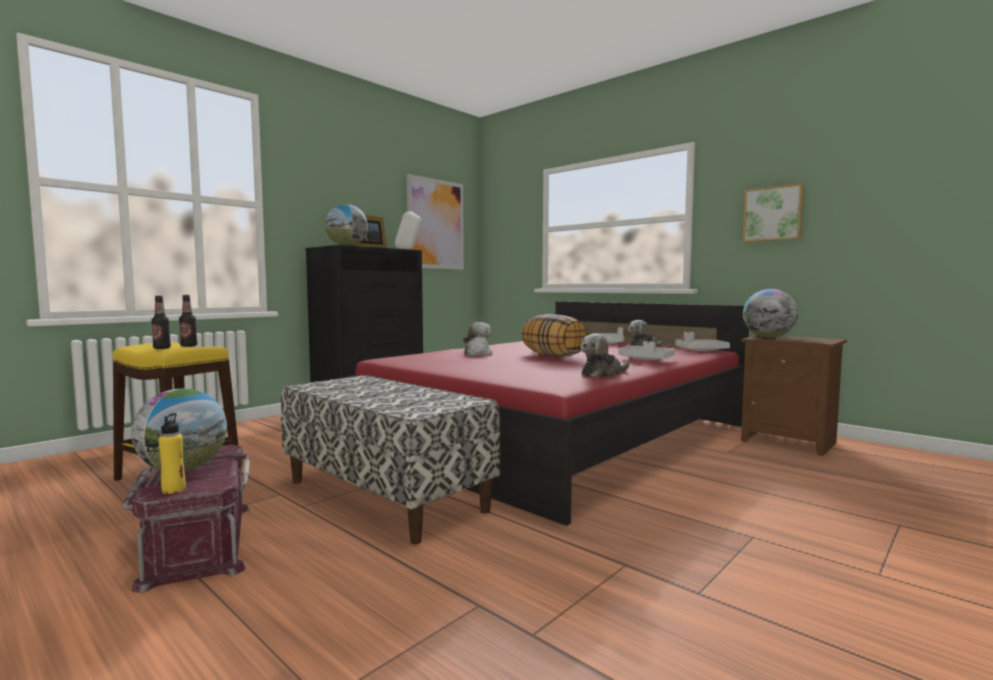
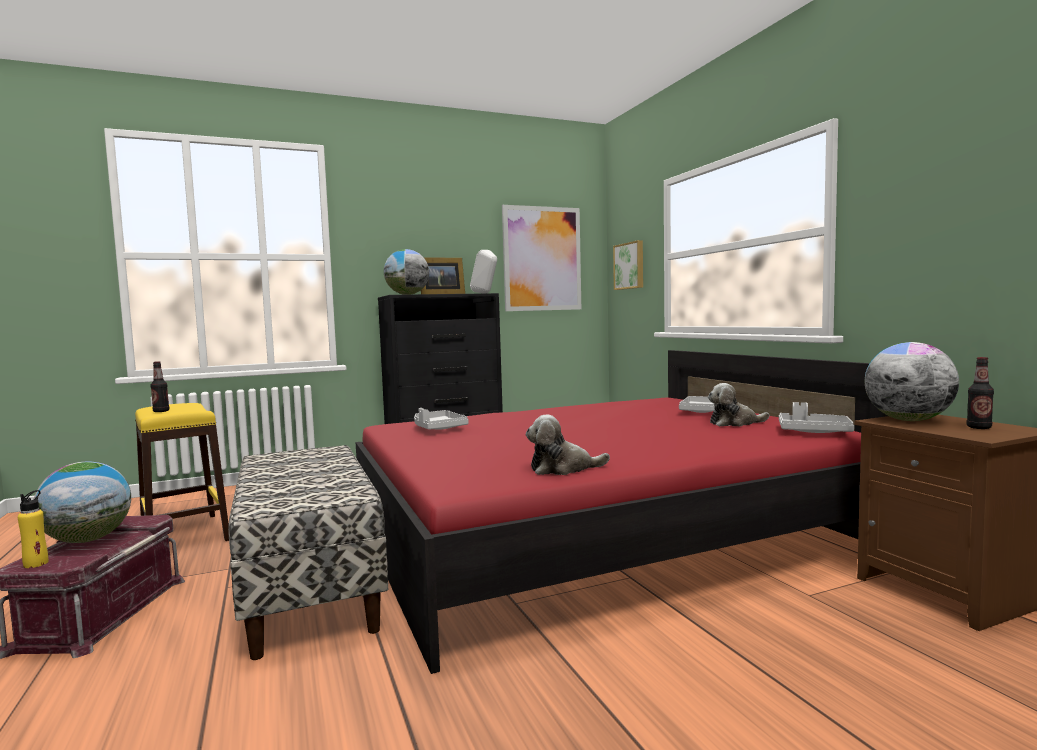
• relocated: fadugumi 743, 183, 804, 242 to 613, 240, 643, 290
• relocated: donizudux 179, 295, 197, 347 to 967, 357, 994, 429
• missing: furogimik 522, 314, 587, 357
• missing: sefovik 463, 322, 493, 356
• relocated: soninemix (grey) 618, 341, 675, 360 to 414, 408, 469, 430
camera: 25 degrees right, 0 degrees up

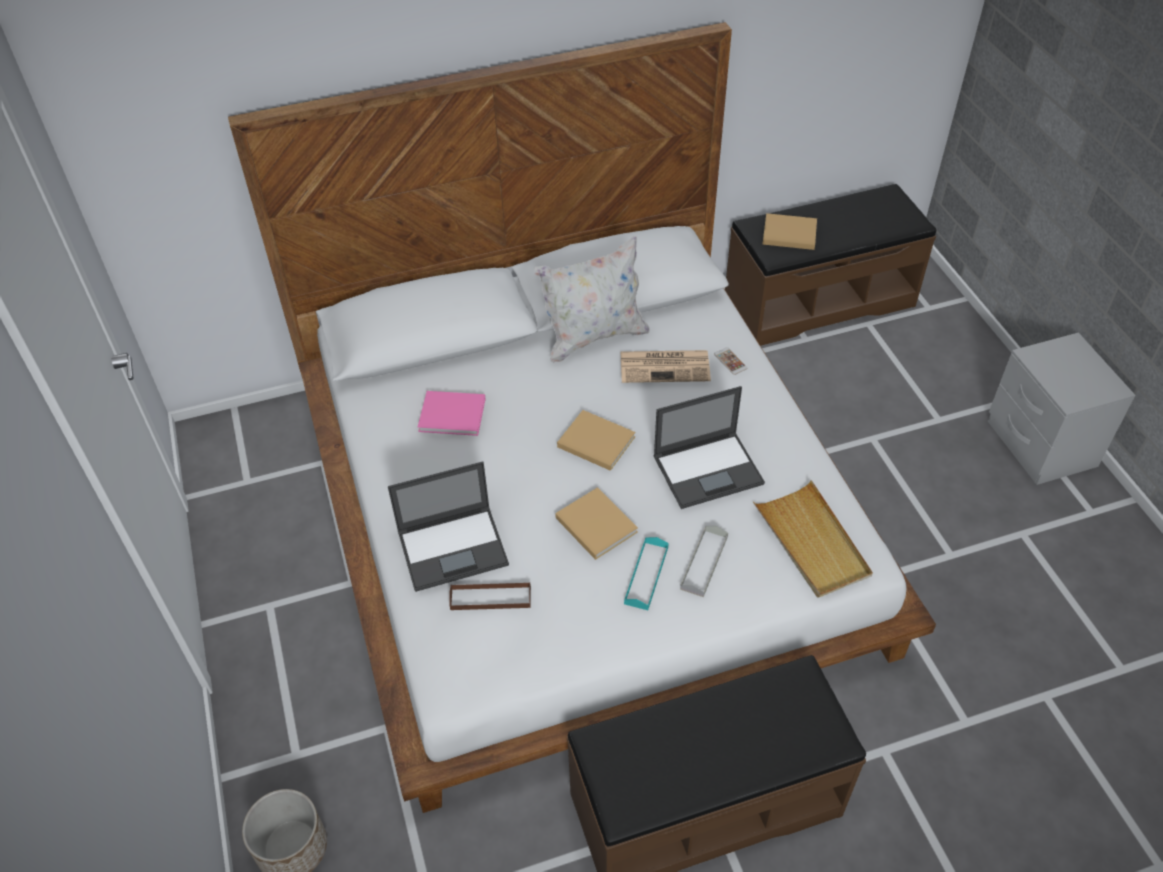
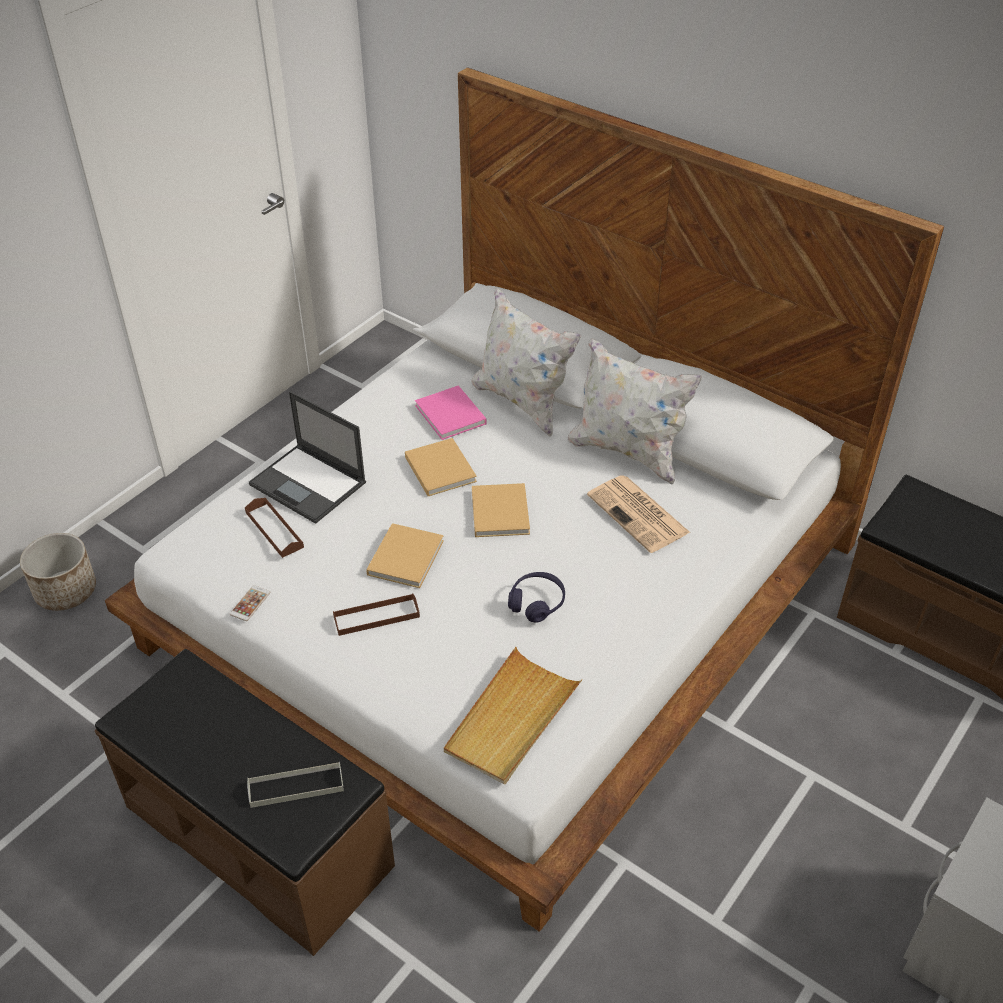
• relocated: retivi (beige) 763, 213, 817, 250 to 405, 438, 477, 496
• relocated: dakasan 714, 347, 748, 375 to 230, 585, 270, 621
• exchanged: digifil 653, 386, 765, 509 to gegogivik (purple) 508, 572, 565, 623
• relocated: soninemix (grey) 680, 526, 728, 597 to 247, 762, 344, 808
• colour: soninemix (turquoise) 624, 537, 669, 610 to soninemix (brown) 333, 593, 420, 636
• appeared: furogimik (white) 471, 287, 581, 437
camera: 55 degrees right, 5 degrees down

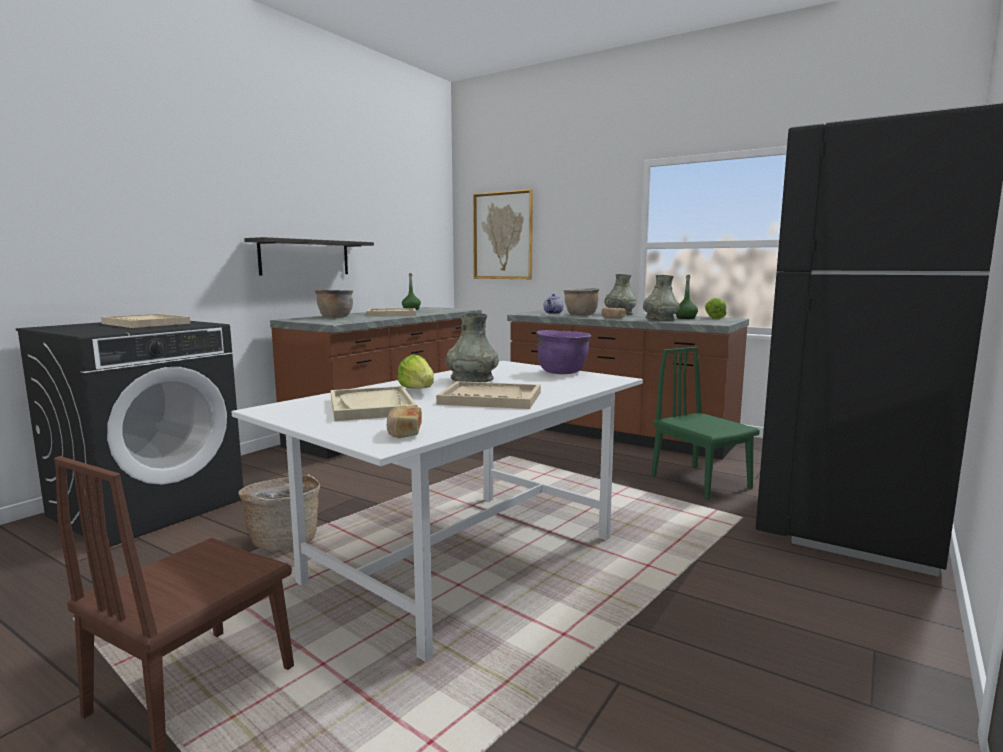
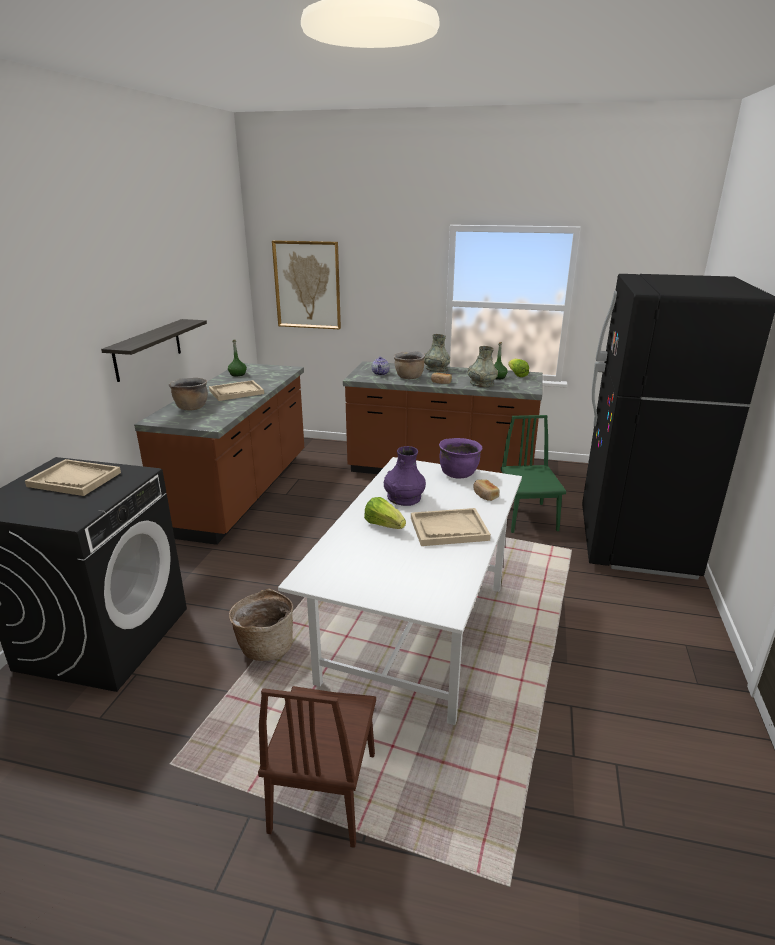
• colour: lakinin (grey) 446, 313, 499, 382 to lakinin (purple) 384, 446, 426, 506
• spun: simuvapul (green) 651, 347, 760, 500 = 501, 415, 566, 533 45 degrees clockwise
• missing: soninemix (beige) 331, 386, 418, 421
• relocated: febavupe 387, 405, 422, 438 to 473, 479, 500, 501
camera: 20 degrees left, 15 degrees up

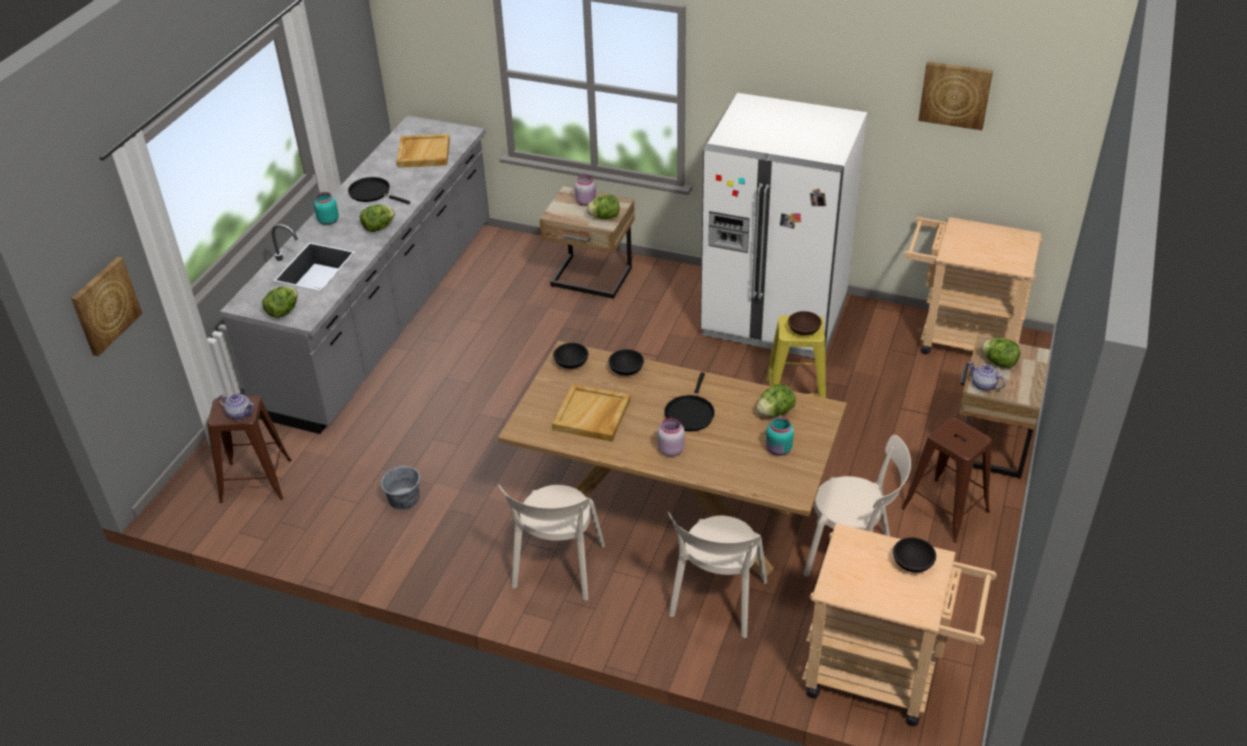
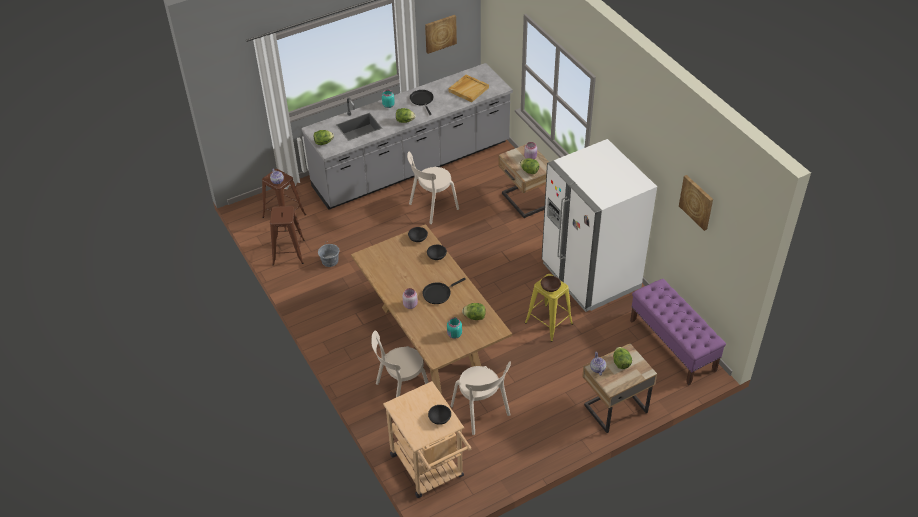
• exchanged: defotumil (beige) 903, 217, 1043, 354 to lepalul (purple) 630, 279, 726, 386
• relocated: fadugumi 71, 257, 142, 356 to 425, 15, 457, 54
• missing: soninemix (beige) 553, 384, 631, 442
• relocated: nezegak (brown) 901, 417, 992, 542 to 270, 206, 305, 265
• relocated: simuvapul (beige) 498, 485, 605, 600 to 407, 151, 459, 224
camera: 40 degrees right, 5 degrees up

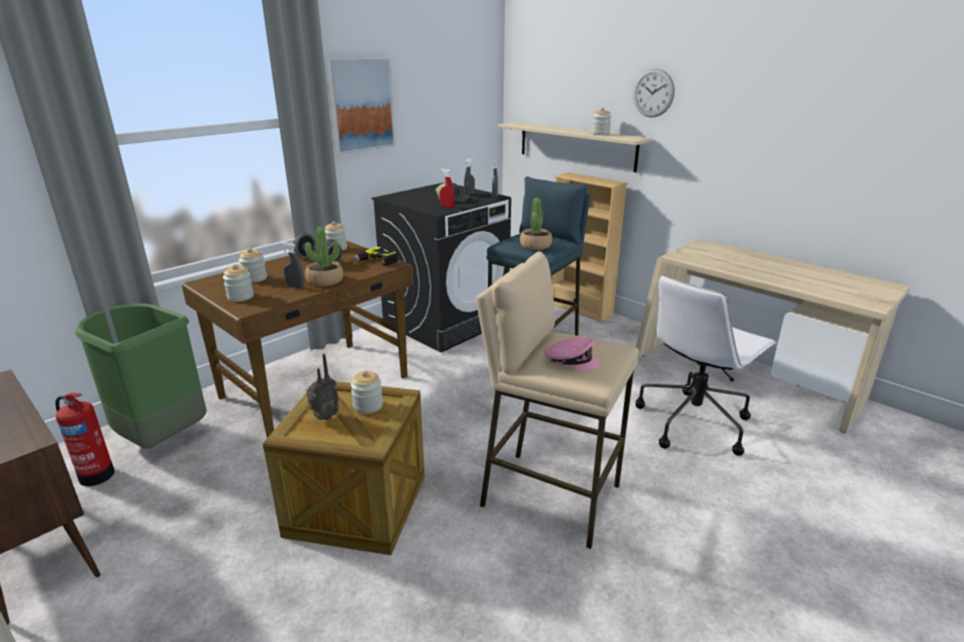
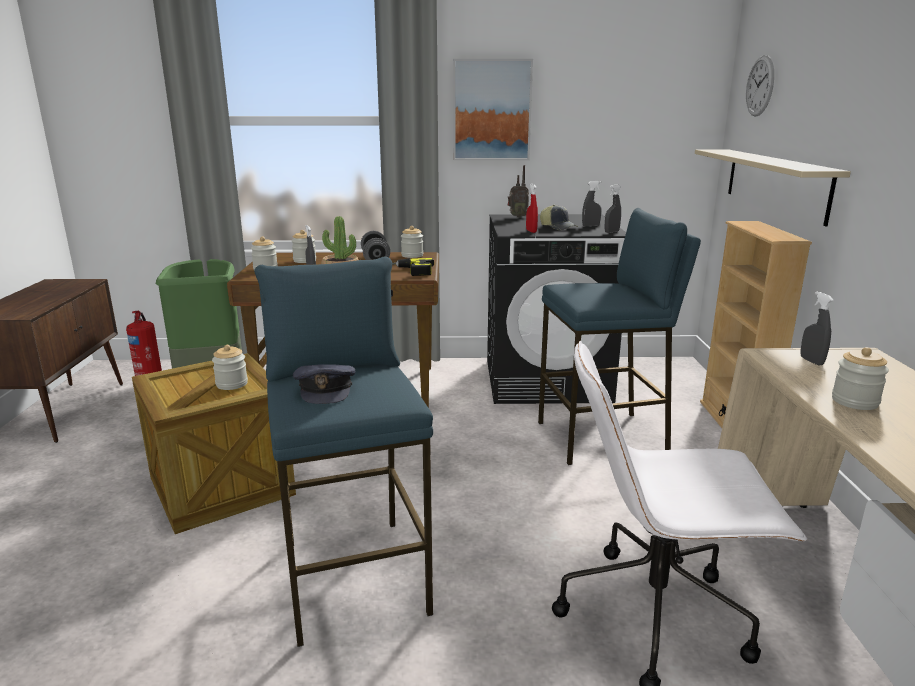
• relocated: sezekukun 633, 68, 675, 117 to 746, 55, 774, 117
• relocated: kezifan 591, 107, 611, 135 to 832, 347, 889, 410
• missing: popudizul 520, 198, 552, 250
• colour: nezegak (beige) 476, 251, 639, 549 to nezegak (blue) 254, 256, 433, 647
• colour: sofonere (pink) 544, 337, 600, 371 to sofonere (grey) 293, 364, 355, 404
• relocated: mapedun 306, 354, 339, 420 to 508, 165, 529, 218
• appeared: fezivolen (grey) 800, 291, 834, 365
camera: 45 degrees right, 5 degrees down

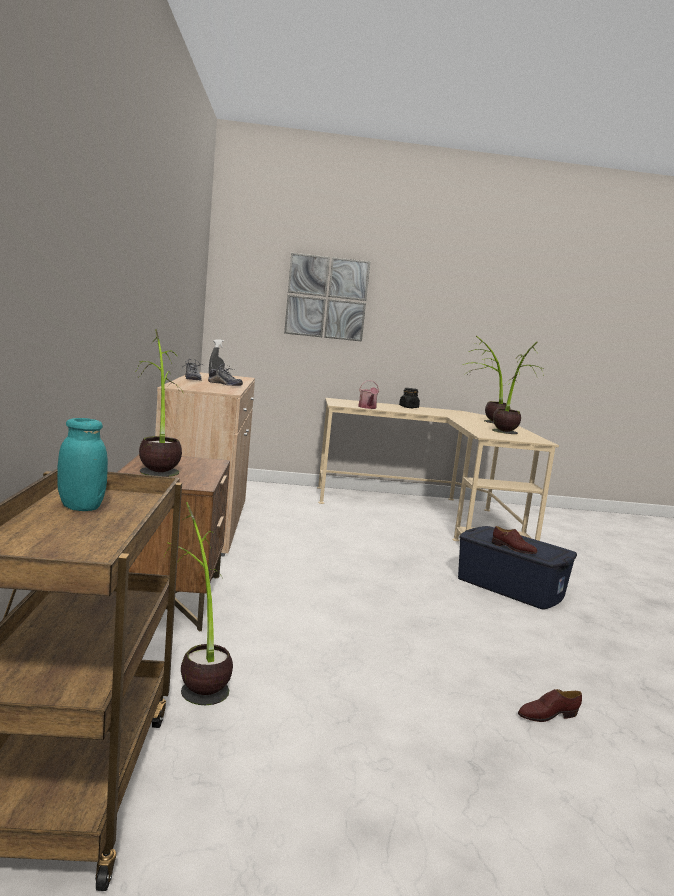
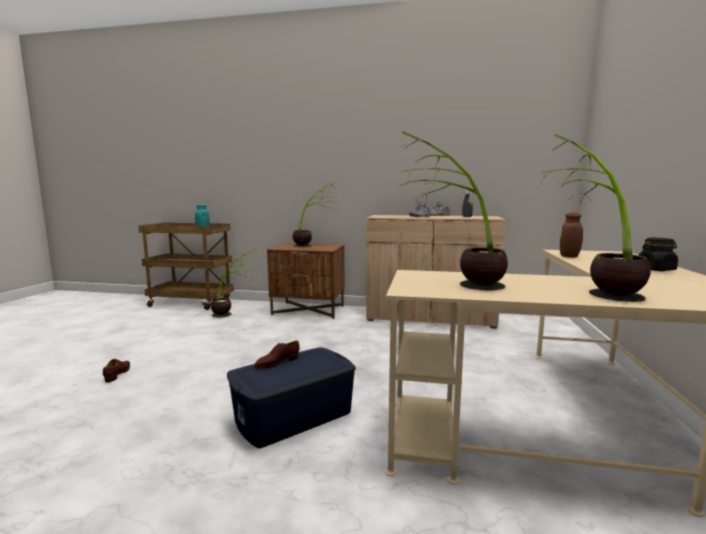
• missing: fadugumi 284, 253, 370, 342
• exchanged: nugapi 358, 380, 379, 409 to kezifan (brown) 560, 213, 583, 258
camera: 105 degrees right, 0 degrees up

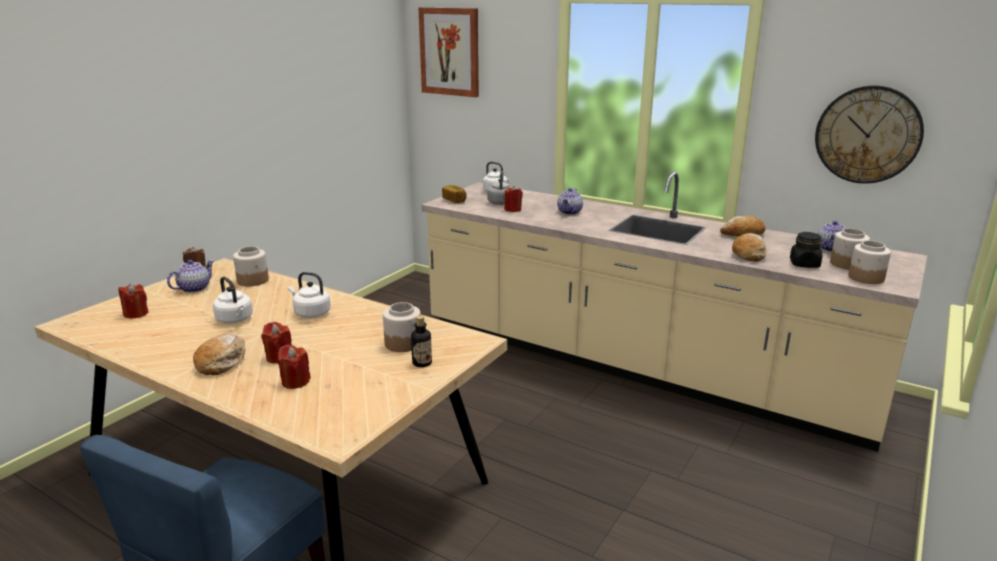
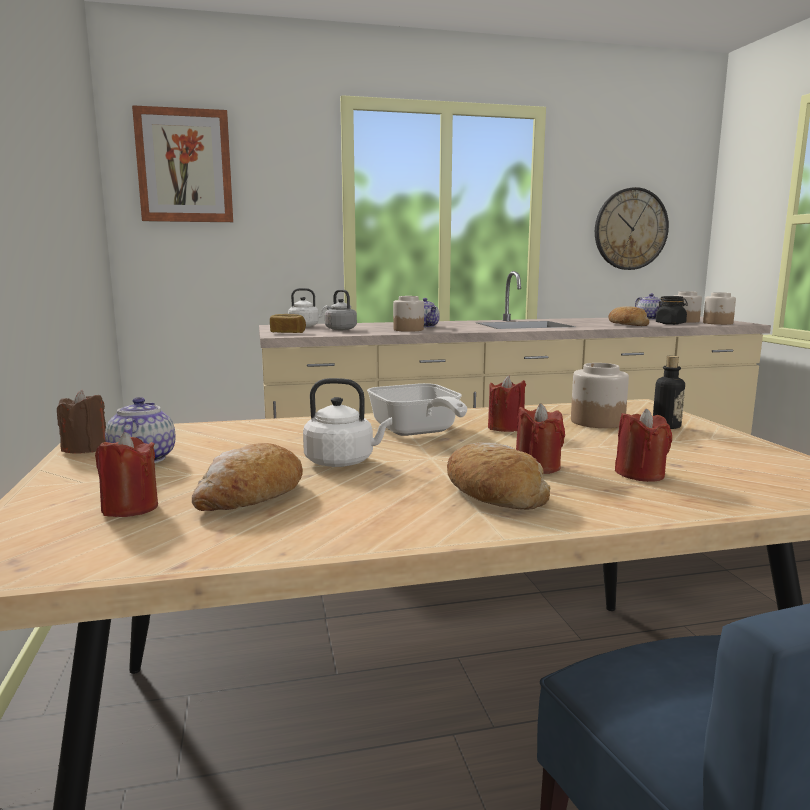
• relocated: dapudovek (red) 504, 186, 523, 212 to 488, 375, 526, 432
• relocated: febavupe 720, 216, 766, 236 to 192, 443, 303, 511
• relocated: kezifan 233, 246, 269, 286 to 393, 296, 424, 332
• exchanged: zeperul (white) 288, 272, 331, 318 to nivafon 367, 383, 467, 436
camera: 45 degrees left, 10 degrees down

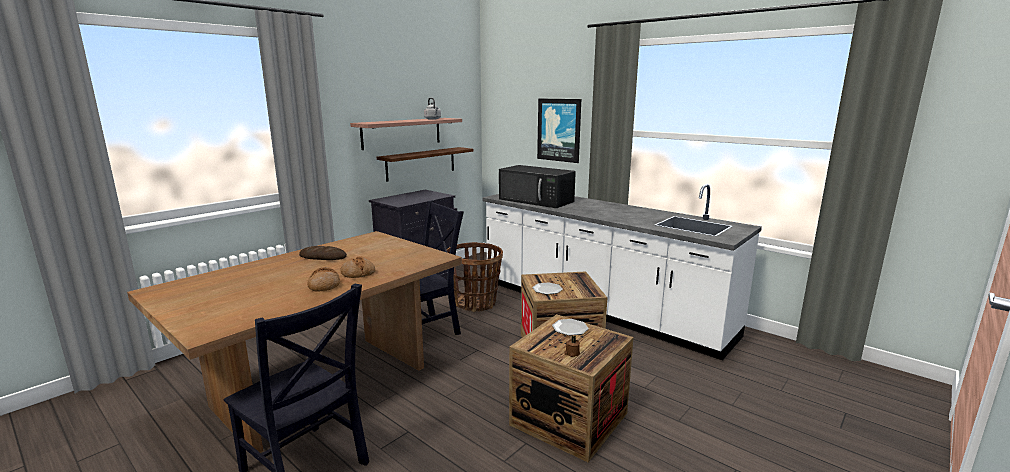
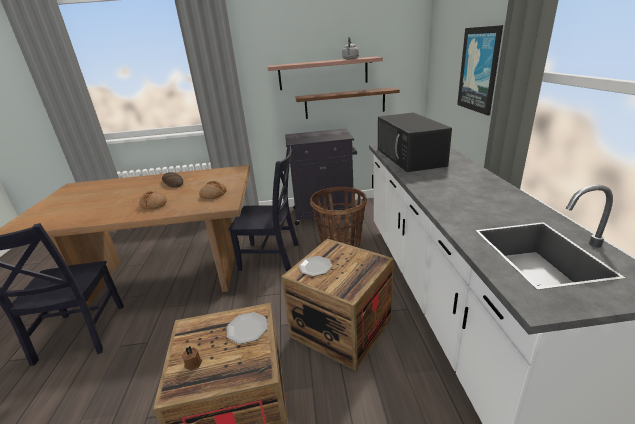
• relocated: febavupe 307, 267, 340, 292 to 199, 181, 227, 199
camera: 45 degrees right, 10 degrees up

